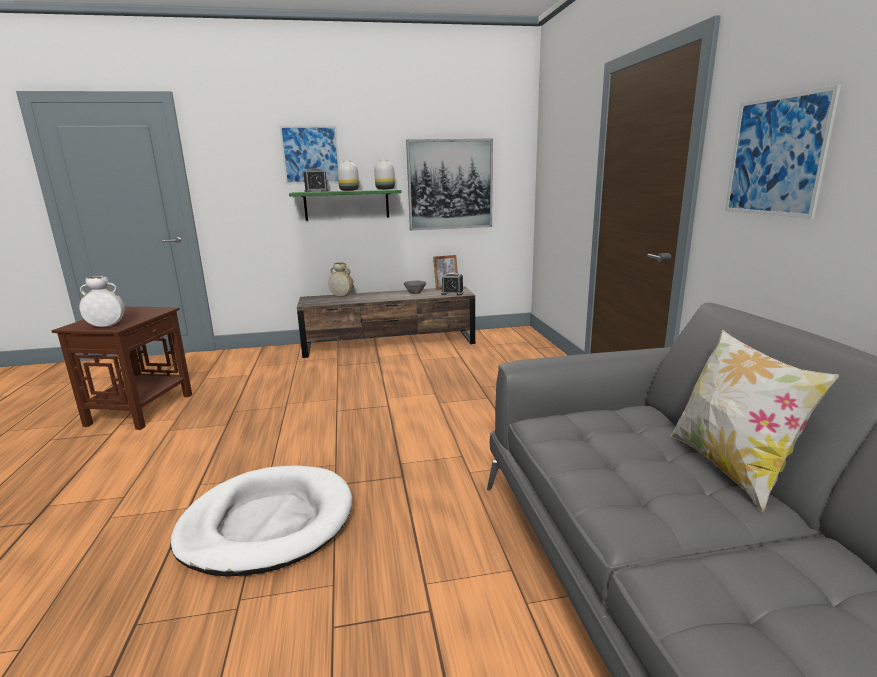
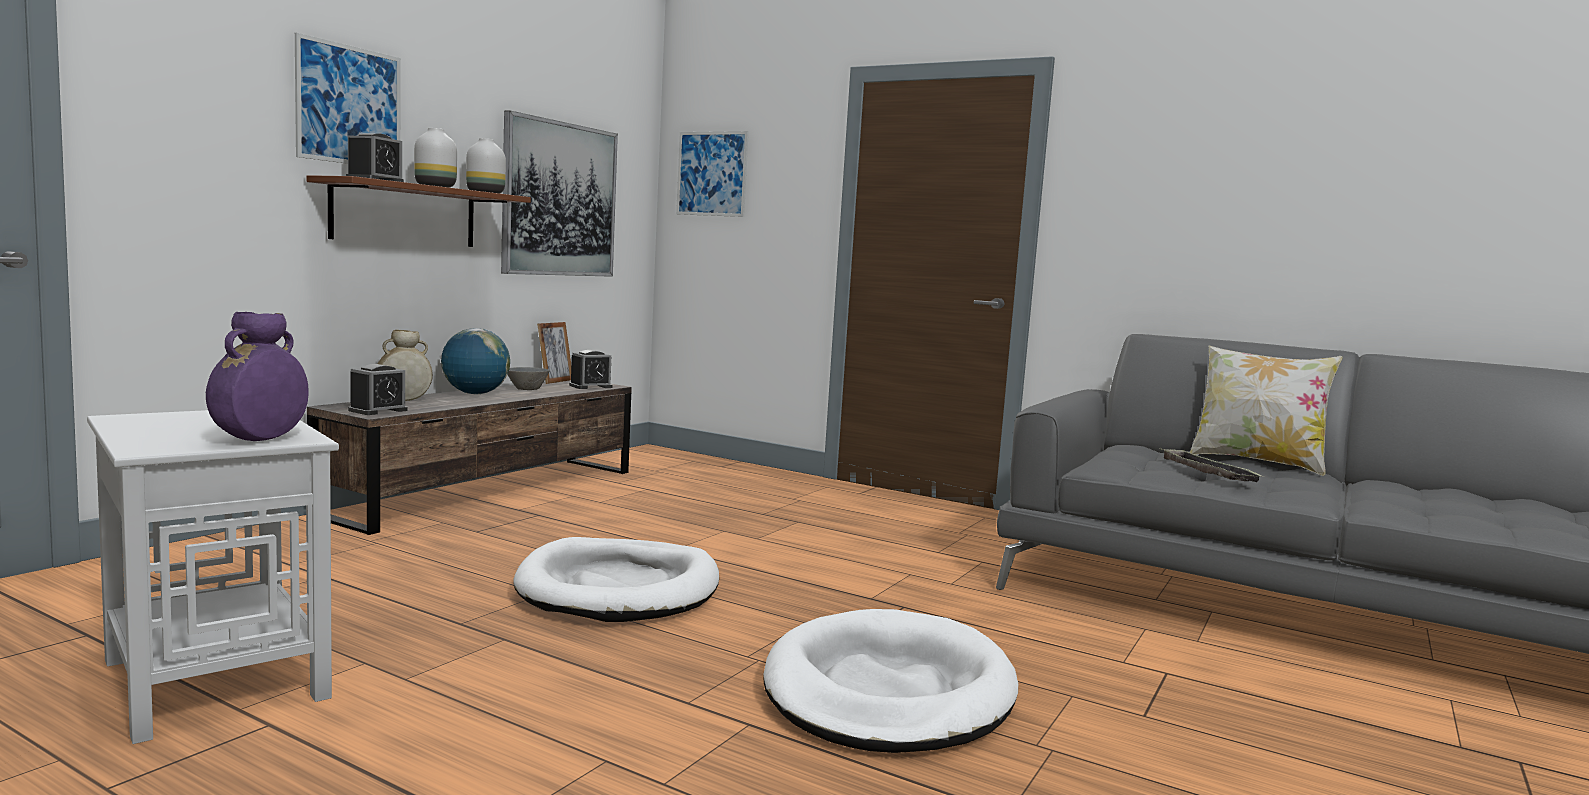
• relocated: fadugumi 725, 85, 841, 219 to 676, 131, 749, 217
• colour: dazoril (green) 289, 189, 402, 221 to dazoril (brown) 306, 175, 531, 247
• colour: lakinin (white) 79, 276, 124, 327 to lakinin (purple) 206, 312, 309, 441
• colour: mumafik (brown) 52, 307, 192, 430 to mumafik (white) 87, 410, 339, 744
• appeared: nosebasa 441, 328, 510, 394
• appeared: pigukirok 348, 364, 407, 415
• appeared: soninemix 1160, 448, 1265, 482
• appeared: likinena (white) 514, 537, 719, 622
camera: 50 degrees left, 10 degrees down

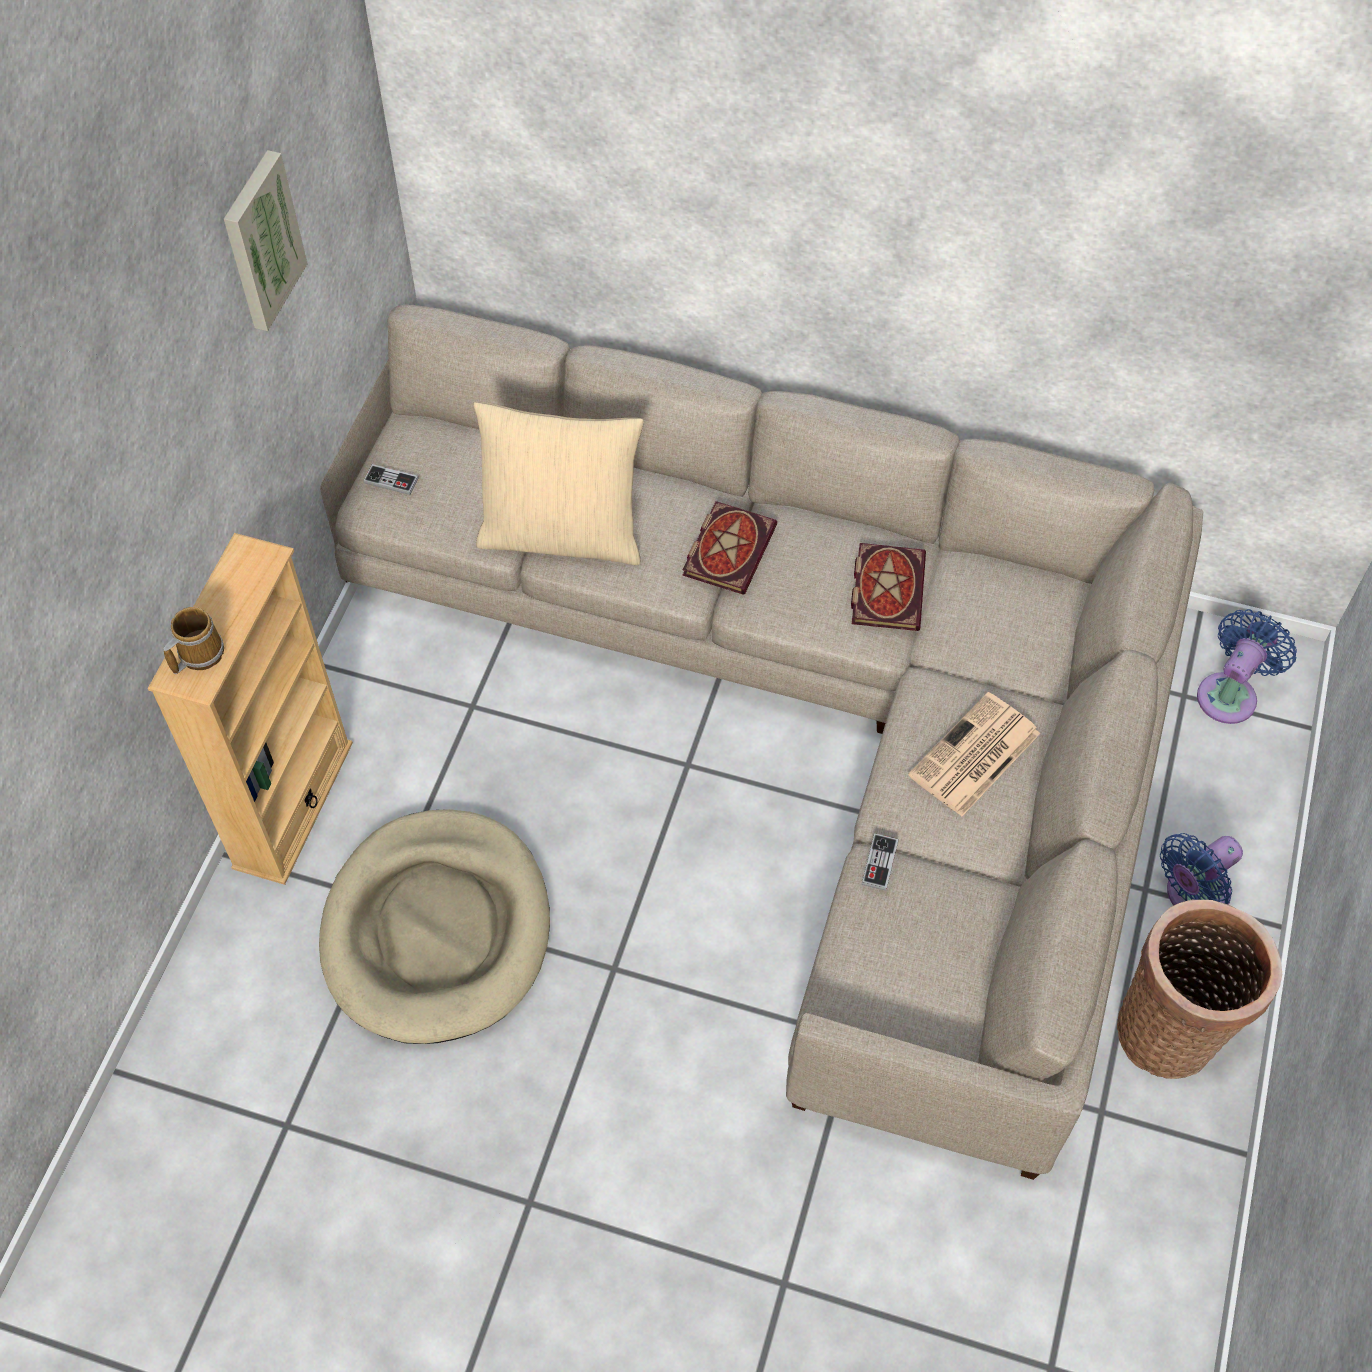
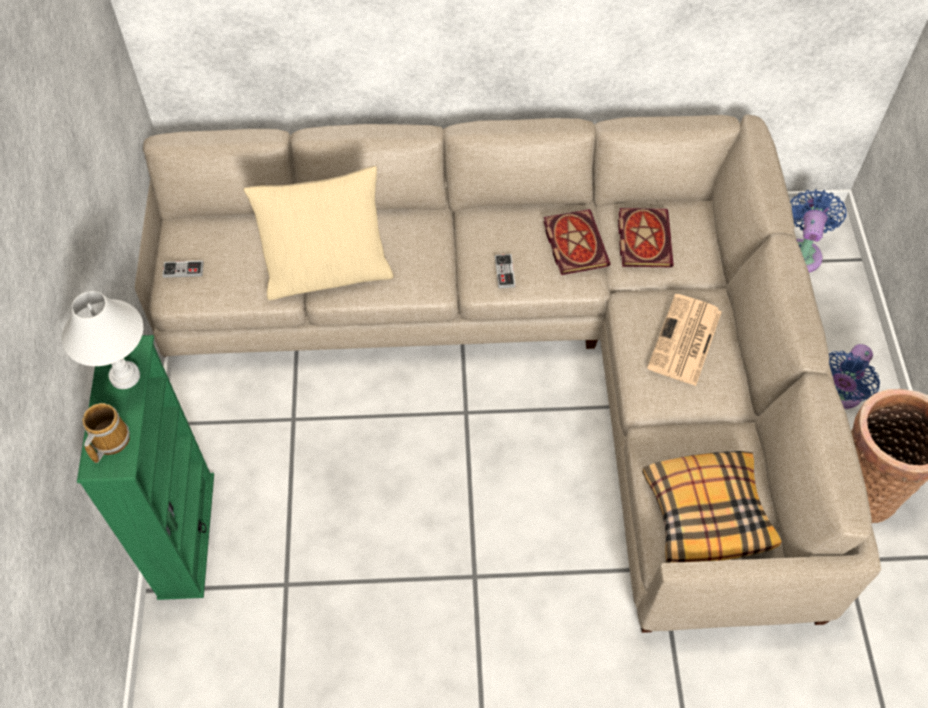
• missing: fadugumi 224, 150, 308, 331
• relocated: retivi 683, 501, 777, 595 to 618, 208, 674, 267
• colour: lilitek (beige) 148, 533, 353, 885 to lilitek (green) 77, 335, 214, 600
• missing: likinena (beige) 319, 809, 550, 1044
• relocated: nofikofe 862, 833, 899, 891 to 495, 254, 516, 288
• appeared: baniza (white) 62, 291, 143, 389
• appeared: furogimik 642, 451, 782, 563
camera: 20 degrees left, 0 degrees up

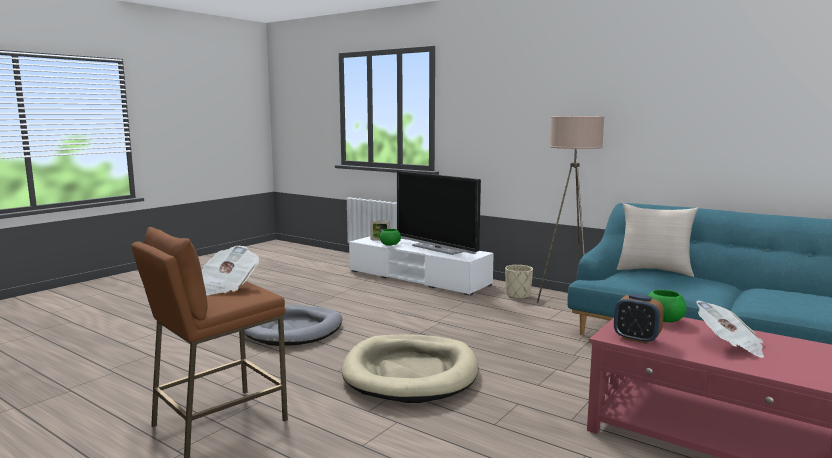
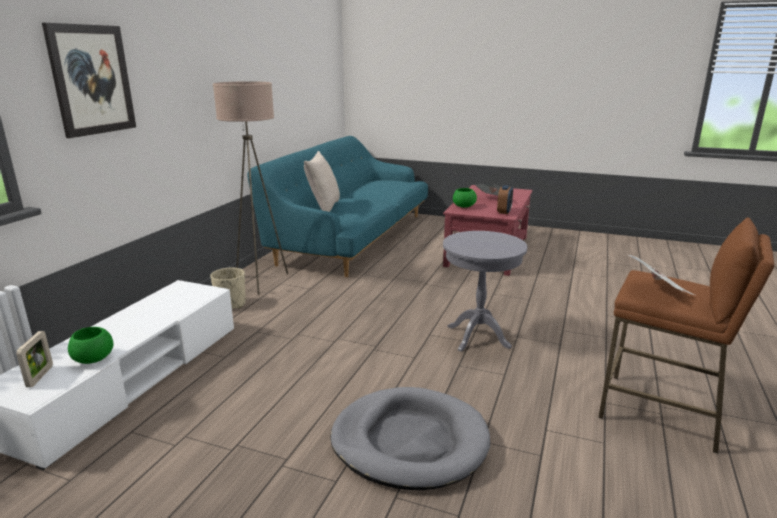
• missing: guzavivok 397, 171, 481, 255
• exchanged: likinena (beige) 342, 334, 479, 403 to mumafik (grey) 443, 231, 528, 352
• appeared: fadugumi 42, 23, 136, 138
camera: 105 degrees left, 10 degrees up

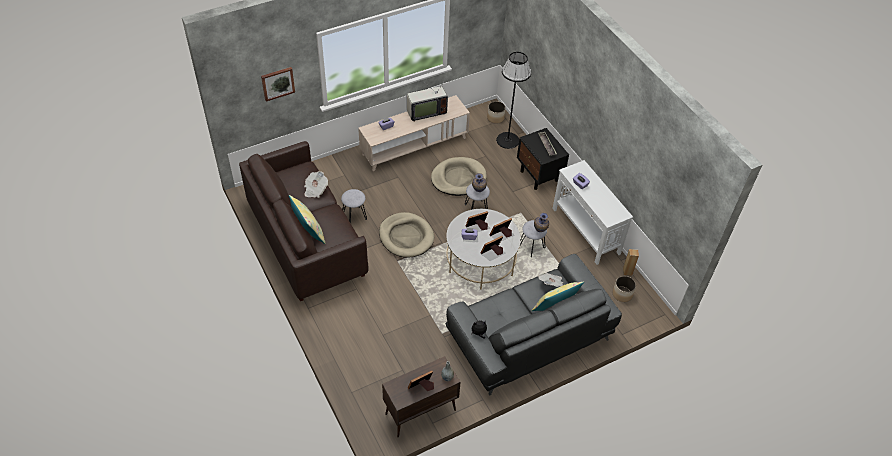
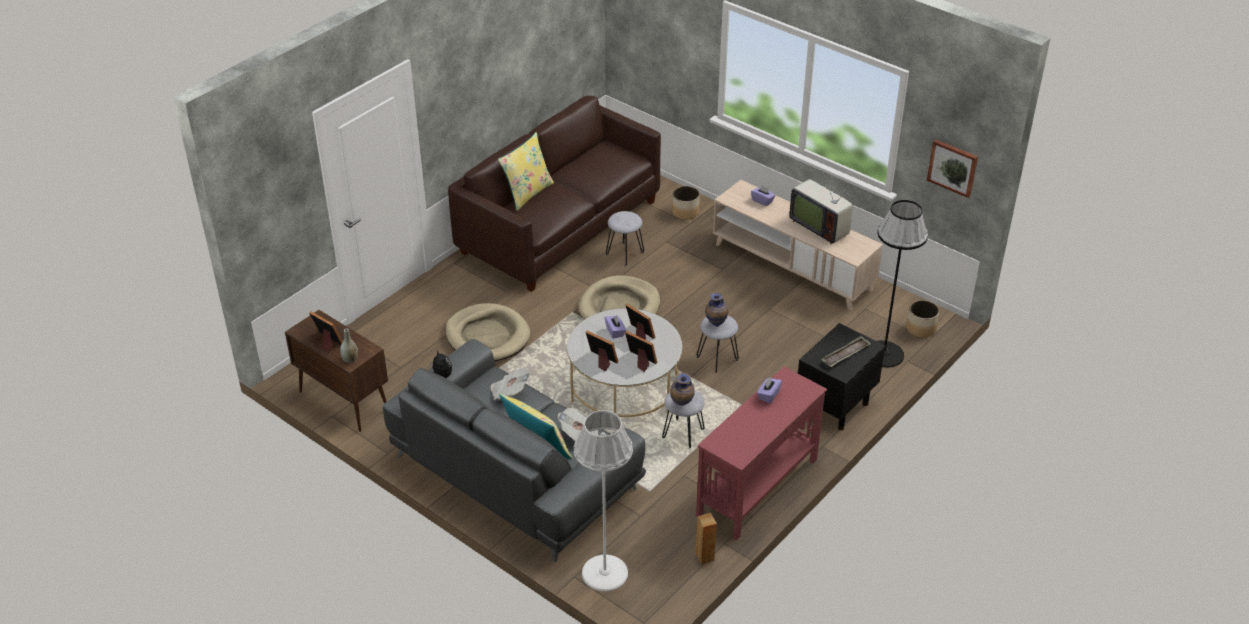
• relocated: fadugumi 261, 67, 295, 101 to 927, 139, 978, 198
• relocated: likinena (beige) 431, 157, 487, 196 to 445, 303, 530, 362
• colour: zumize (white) 552, 160, 633, 265 to zumize (red) 696, 367, 827, 540
• relocated: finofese 304, 171, 328, 198 to 490, 368, 530, 400
• relocated: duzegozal 613, 276, 636, 302 to 672, 186, 700, 220
• appeared: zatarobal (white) 574, 410, 633, 591
camera: 70 degrees right, 10 degrees down

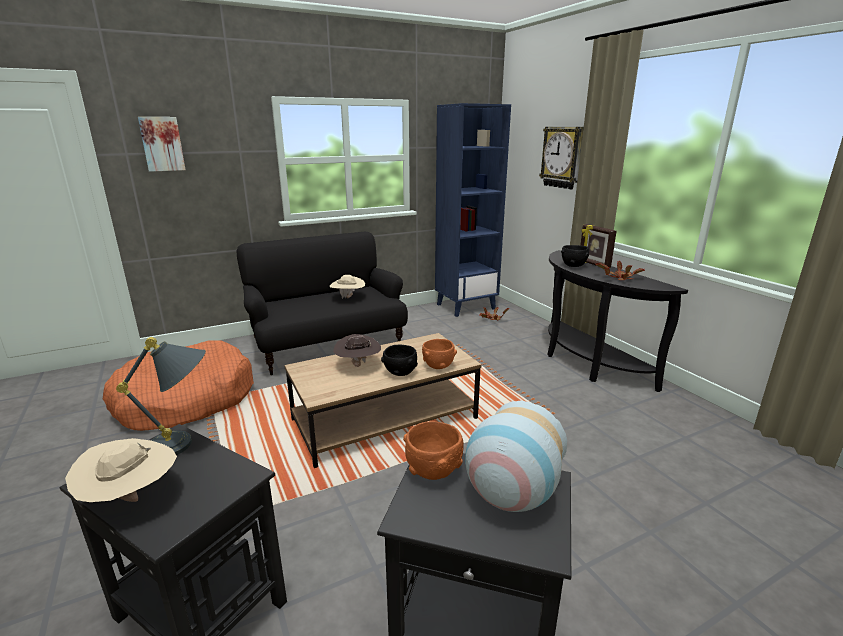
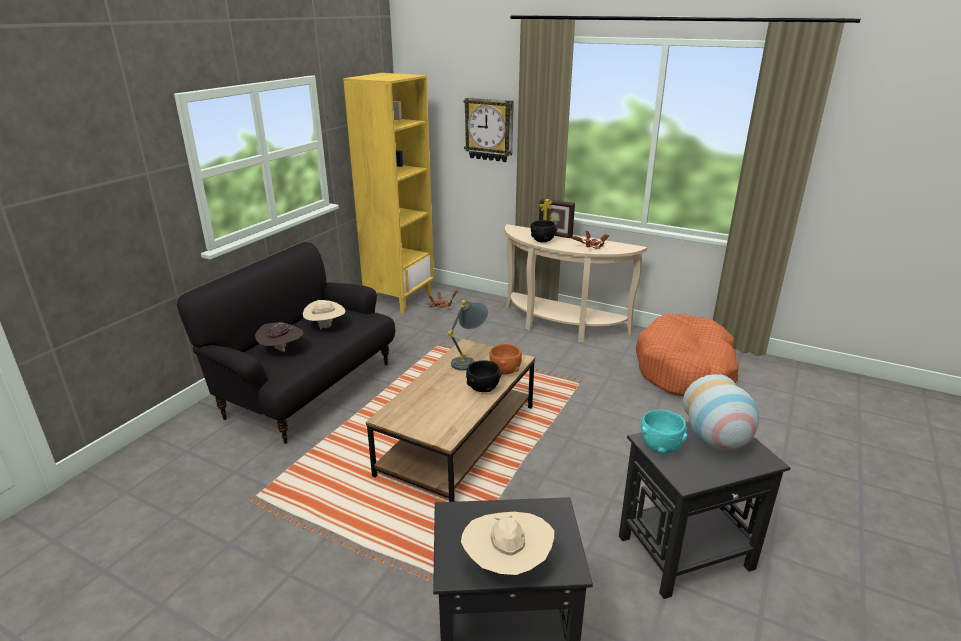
• colour: lilitek (blue) 435, 103, 511, 317 to lilitek (yellow) 343, 73, 434, 314
• missing: fadugumi 138, 117, 186, 172
• colour: zumize (black) 547, 250, 688, 392 to zumize (beige) 505, 224, 647, 343
• relocated: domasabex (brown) 333, 334, 381, 367 to 255, 322, 304, 352
• relocated: baniza (grey) 116, 337, 206, 455 to 448, 300, 488, 371
• relocated: likinena (orange) 103, 340, 254, 431 to 636, 313, 739, 397
• colour: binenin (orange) 403, 421, 464, 480 to binenin (turquoise) 641, 410, 688, 454
camera: 35 degrees left, 5 degrees up

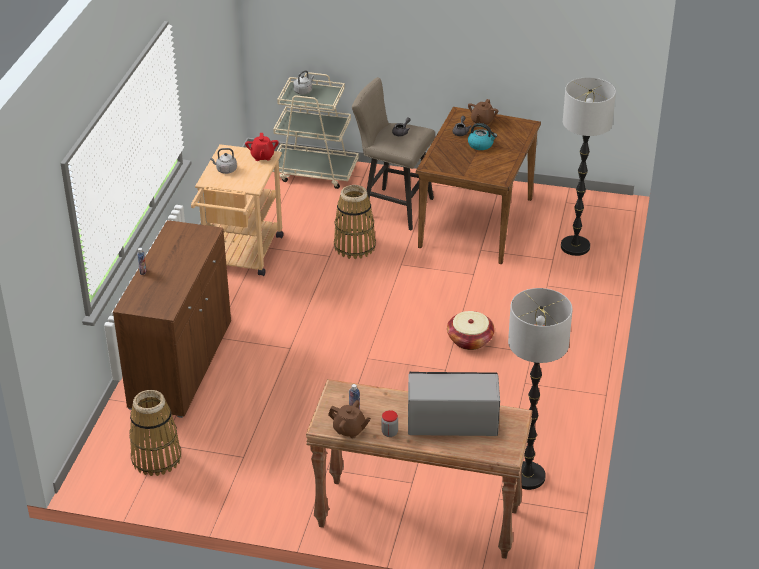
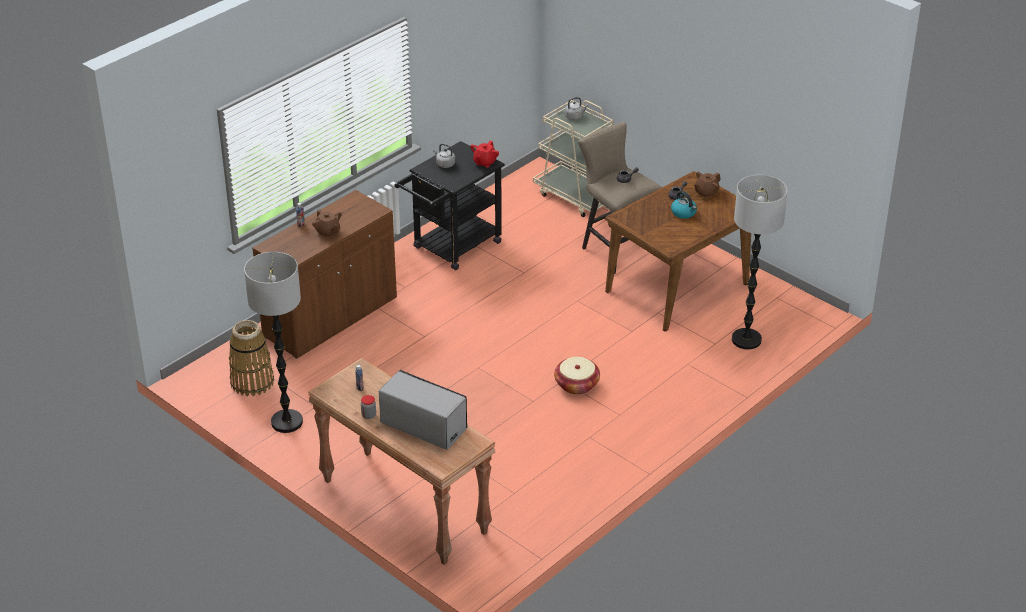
• colour: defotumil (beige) 191, 144, 283, 276 to defotumil (black) 394, 141, 505, 270
• missing: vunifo 334, 185, 376, 259
• relocated: zatarobal 508, 288, 573, 490 to 244, 252, 303, 433
• relocated: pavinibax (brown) 328, 400, 371, 438 to 312, 209, 342, 238
camera: 30 degrees right, 0 degrees up

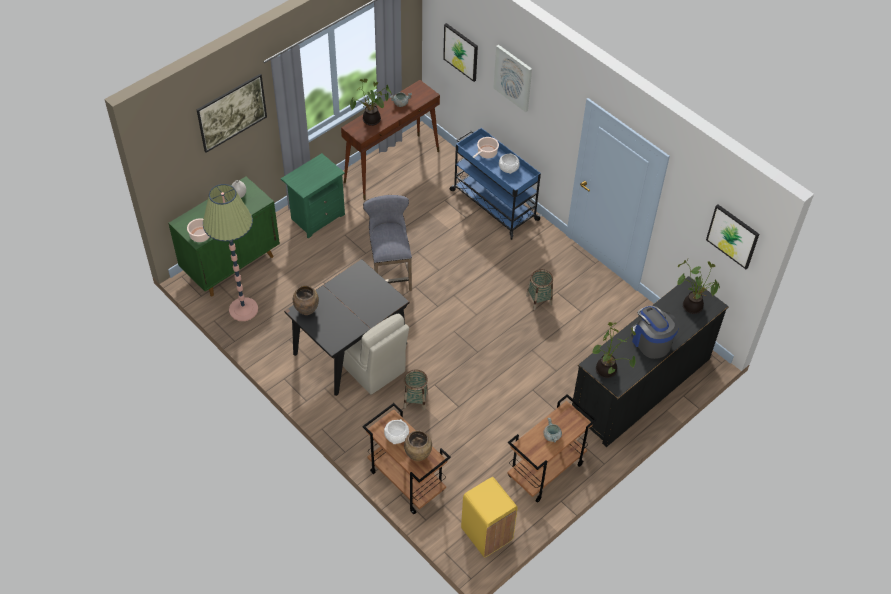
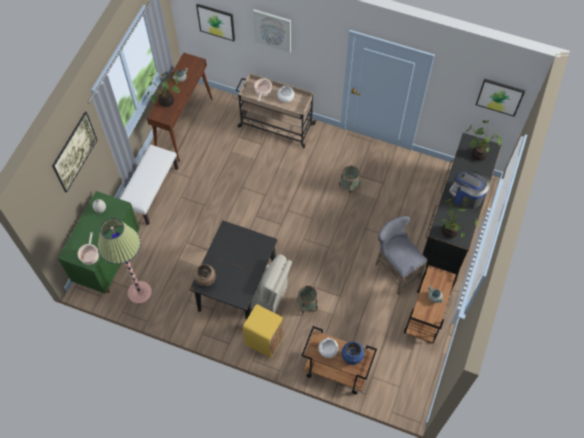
• colour: defotumil (blue) 450, 128, 542, 240 to defotumil (beige) 236, 73, 316, 148
• exchanged: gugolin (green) 281, 153, 345, 238 to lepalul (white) 120, 144, 178, 225
• relocated: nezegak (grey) 363, 195, 412, 291 to 375, 216, 428, 295
• colour: lakinin (brown) 404, 430, 432, 461 to lakinin (blue) 342, 341, 364, 365
• relocated: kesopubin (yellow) 461, 477, 518, 558 to 243, 304, 284, 358
camera: 25 degrees left, 10 degrees up

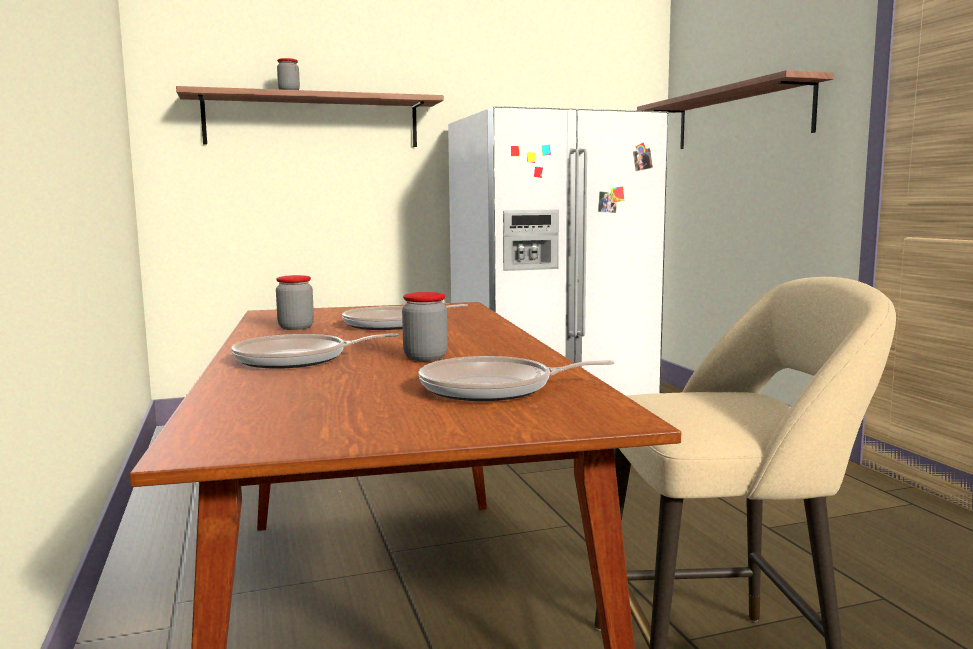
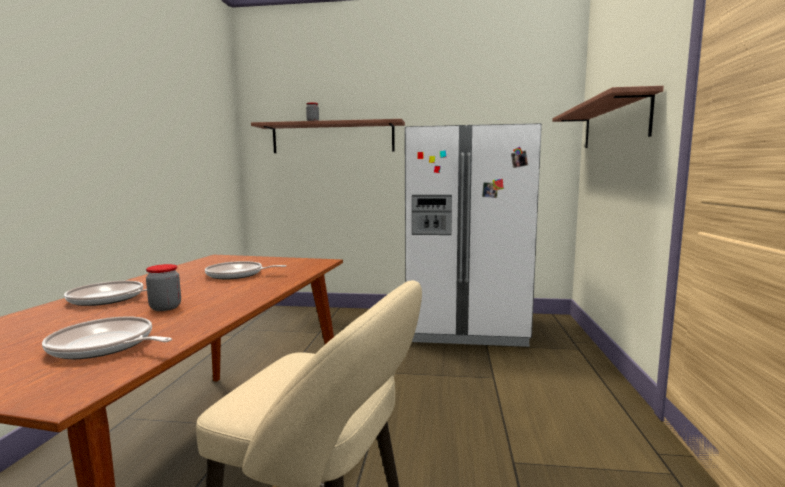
• missing: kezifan 276, 275, 314, 330
camera: 25 degrees right, 0 degrees up

